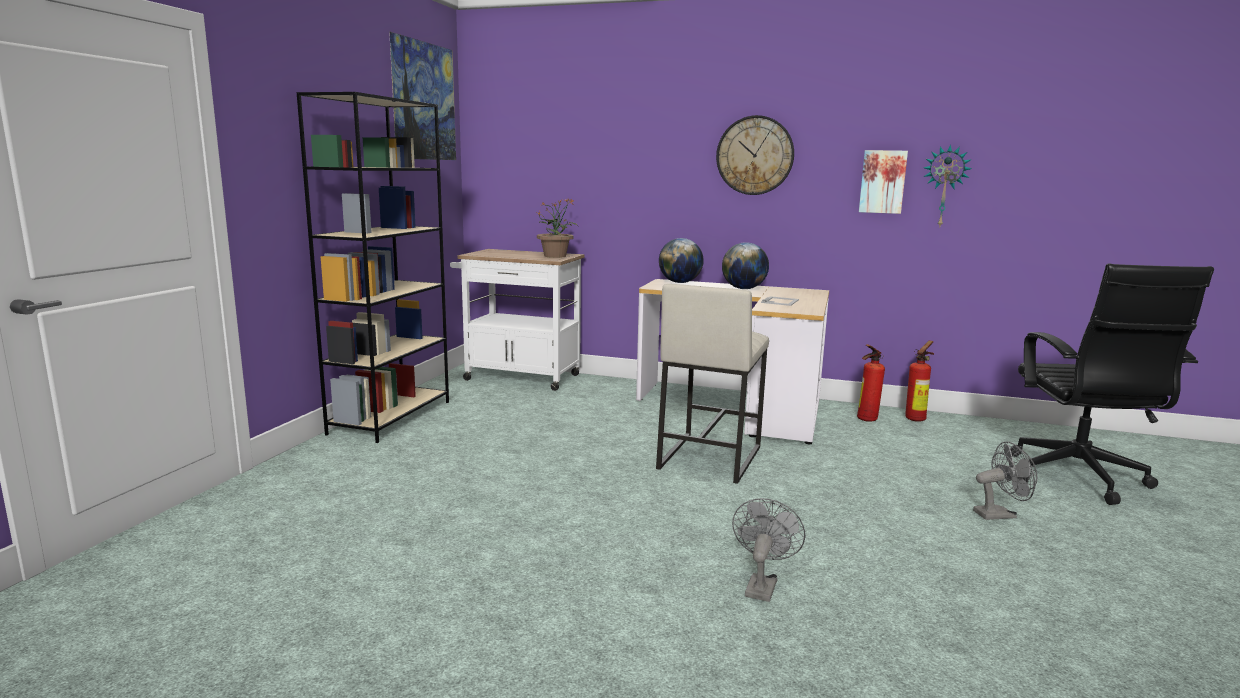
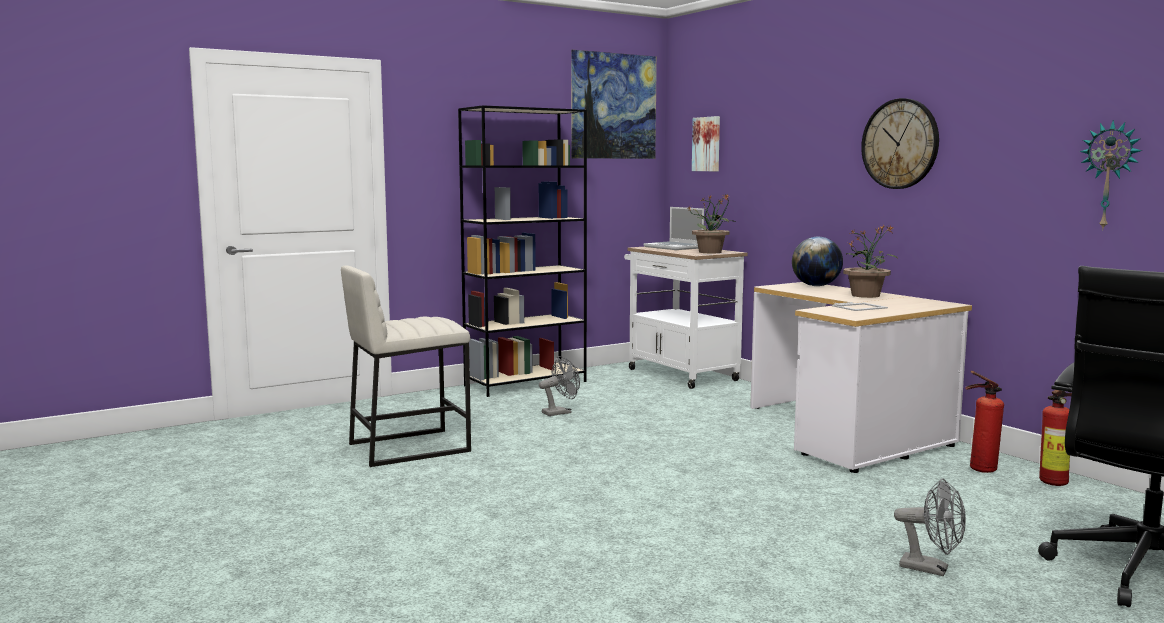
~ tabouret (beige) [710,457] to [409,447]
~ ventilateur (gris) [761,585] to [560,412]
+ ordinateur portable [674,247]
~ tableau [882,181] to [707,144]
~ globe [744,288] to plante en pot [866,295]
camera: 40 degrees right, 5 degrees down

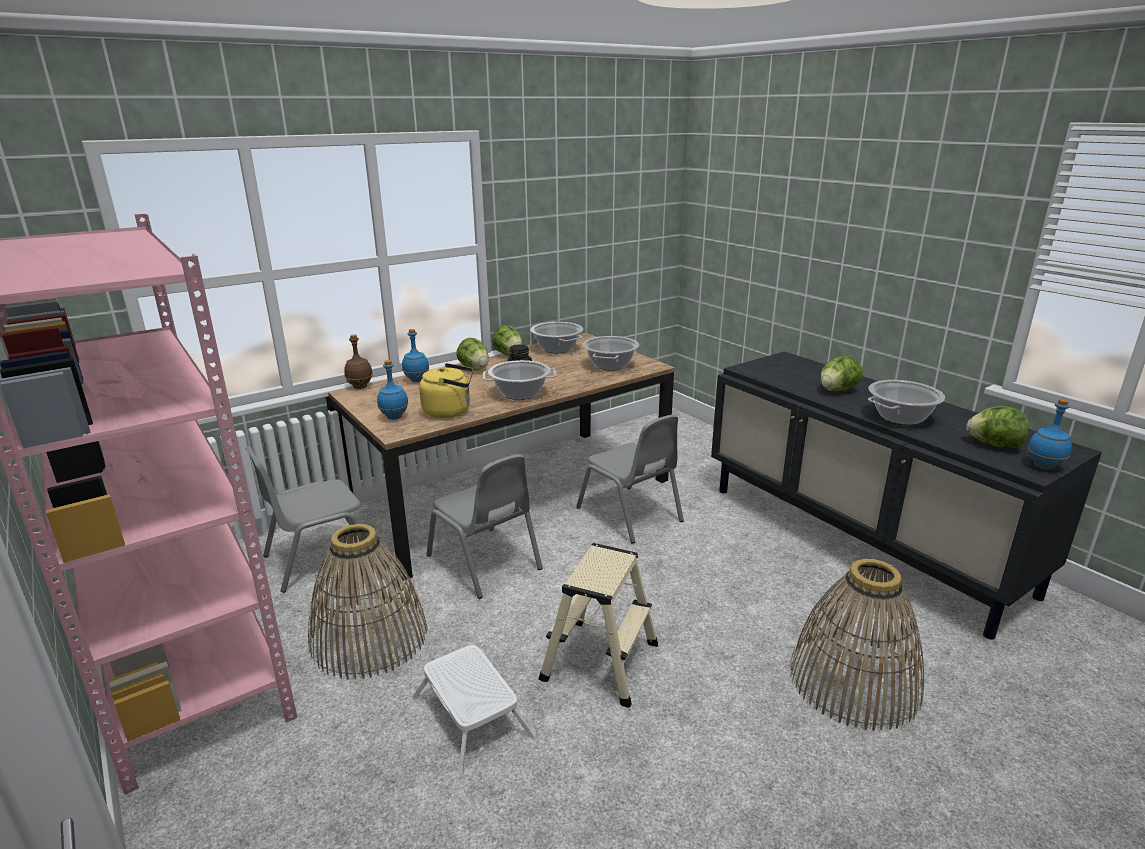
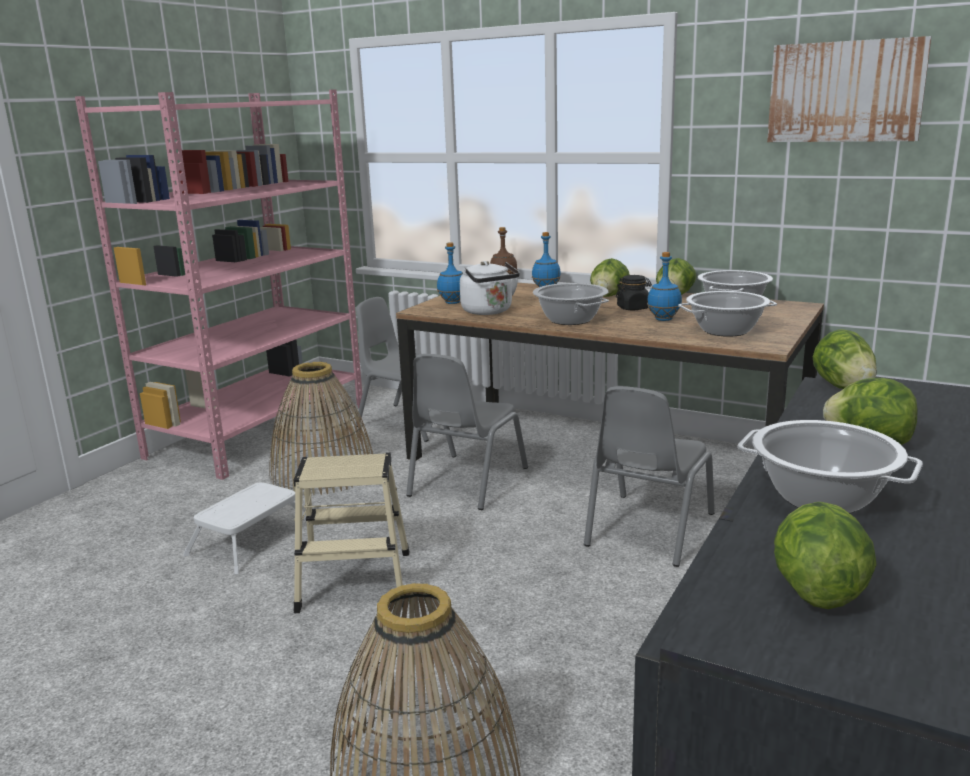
~ bouilloire (jaune) [450,411] to bouilloire (blanc) [489,312]
~ bouteille (bleu) [1043,466] to [663,319]
+ tableau [845,92]
+ laitue [843,387]
camera: 65 degrees right, 5 degrees down

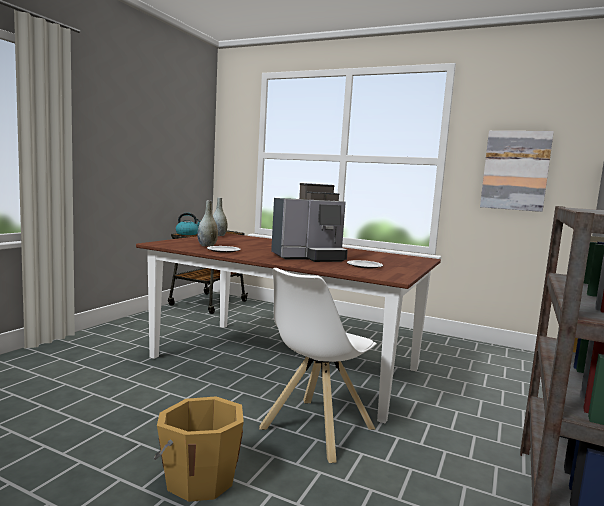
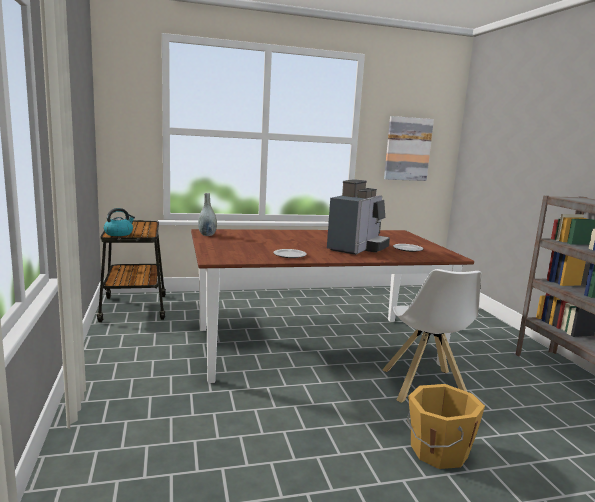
- vase (gris) [207,246]
camera: 40 degrees left, 5 degrees up

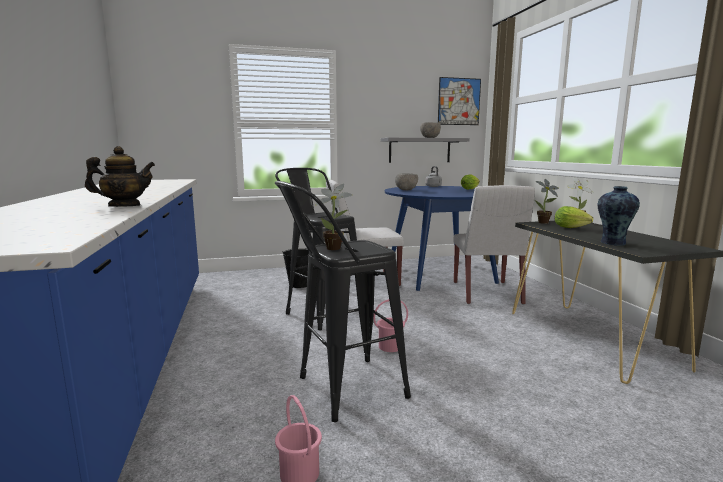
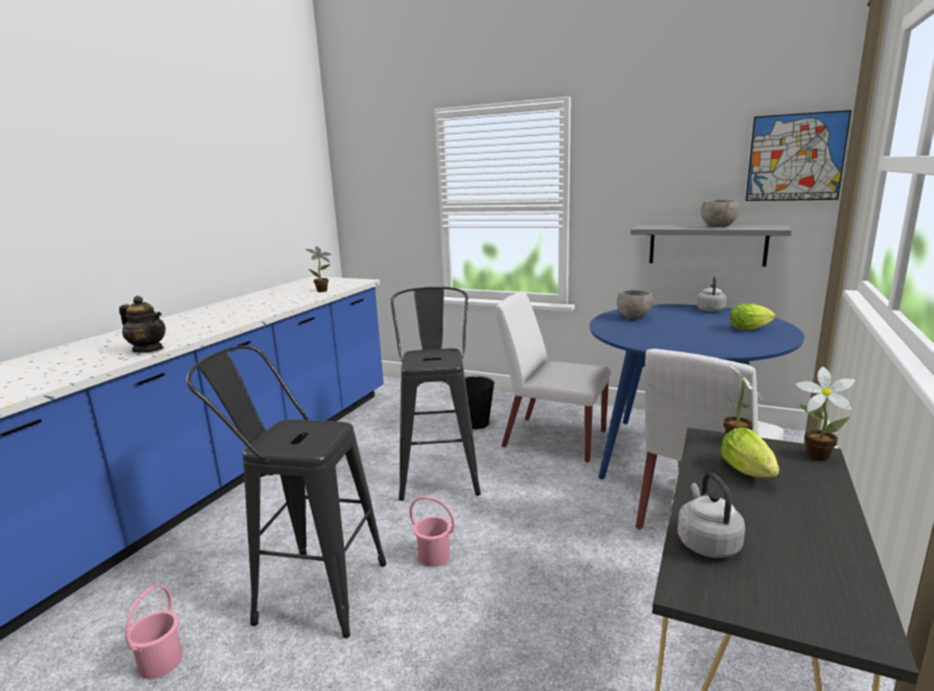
~ plante en pot [336,248] to [323,291]
~ vase [613,243] to bouilloire (gris) [706,542]
camera: 40 degrees right, 5 degrees up

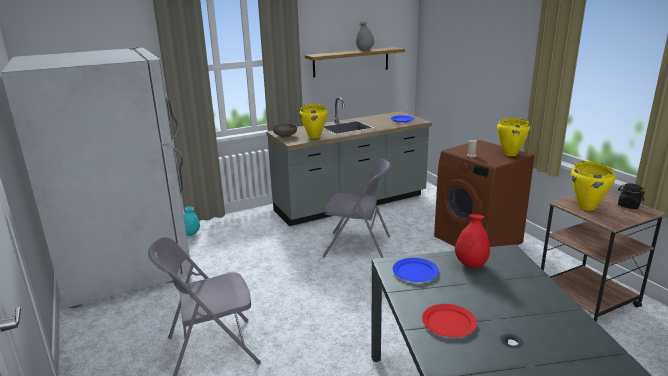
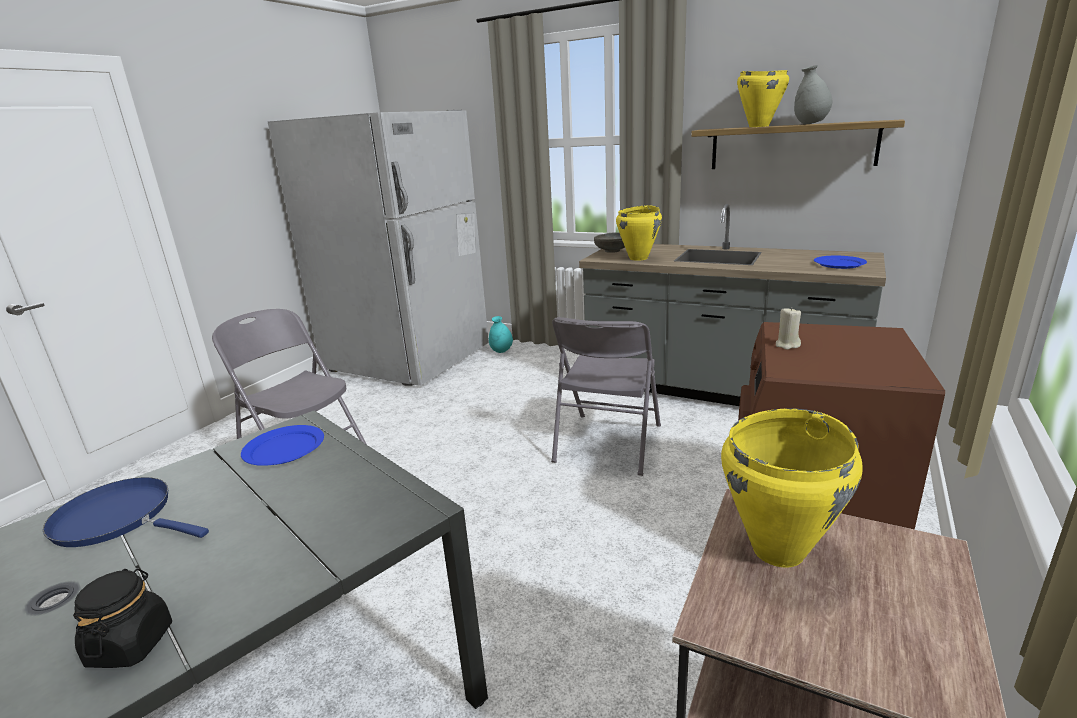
~ assiette (rouge) [448,322] to poêle (bleu) [119,518]
~ bocal (noir) [628,205] to [131,644]
~ chaise (gris) [357,246] = [608,443] 45 degrees clockwise
~ marmite (jaune) [510,154] to [758,126]
- vase (rouge) [471,264]
camera: 55 degrees right, 0 degrees up

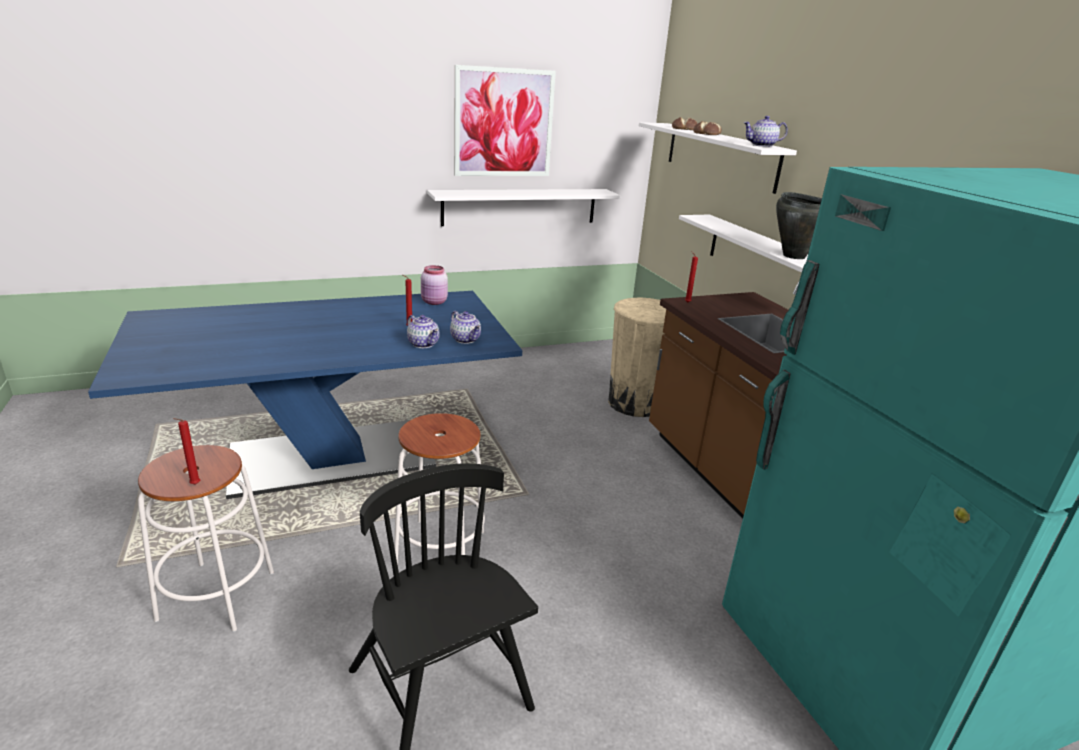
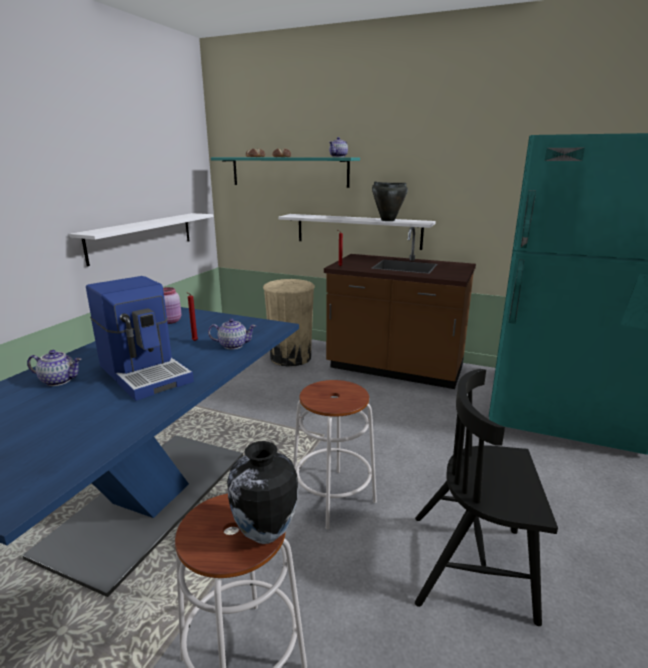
~ théière [466,339] to [59,380]
+ machine à café [146,373]
~ étagère (blanc) [720,155] to étagère (turquoise) [289,171]
~ bougie (rouge) [193,485] to vase [264,534]
- tableau [504,123]
camera: 45 degrees left, 5 degrees down

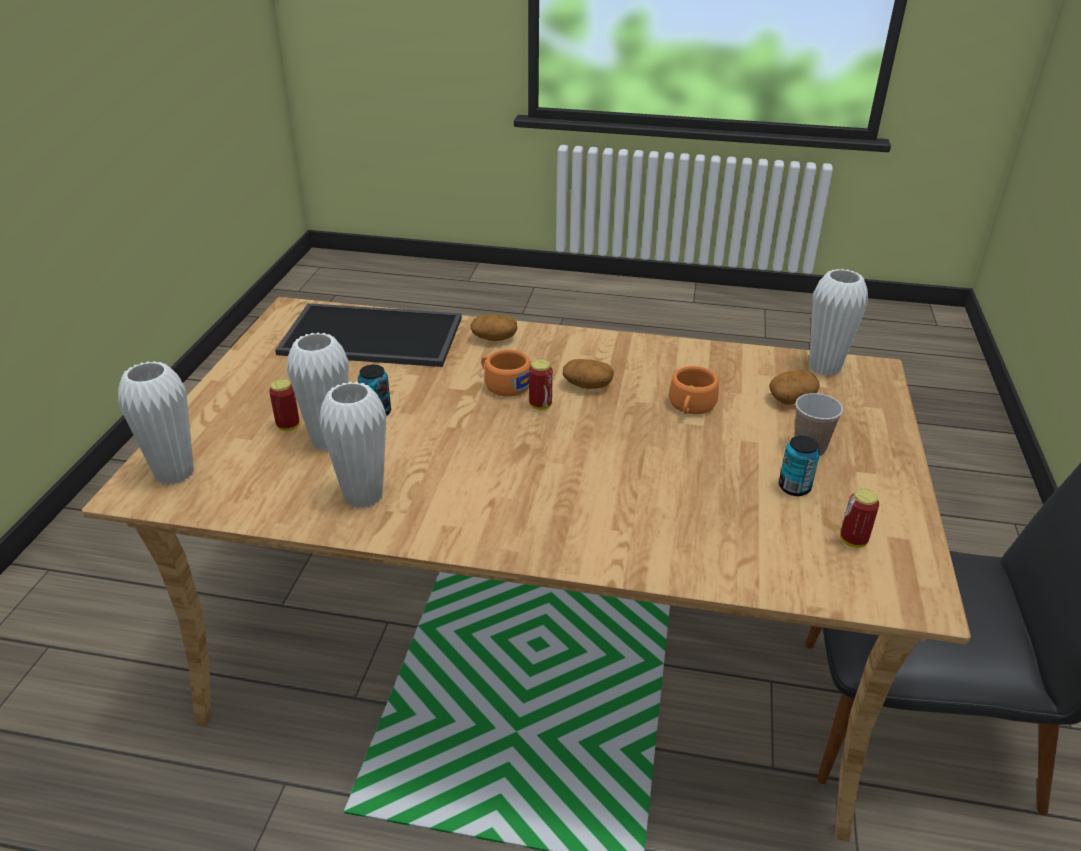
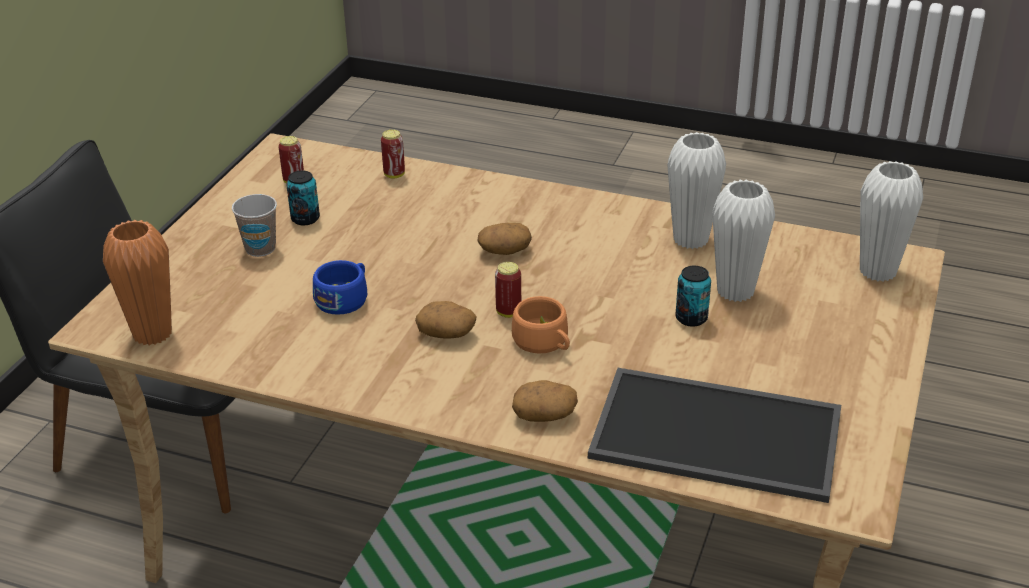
~ vase (blanc) [824,367] to vase (orange) [152,334]
~ tasse (orange) [690,406] to tasse (bleu) [345,298]
~ boîte métallique [288,426] to [394,175]
~ pomme de terre [791,398] to [504,251]
camera: 170 degrees left, 0 degrees up

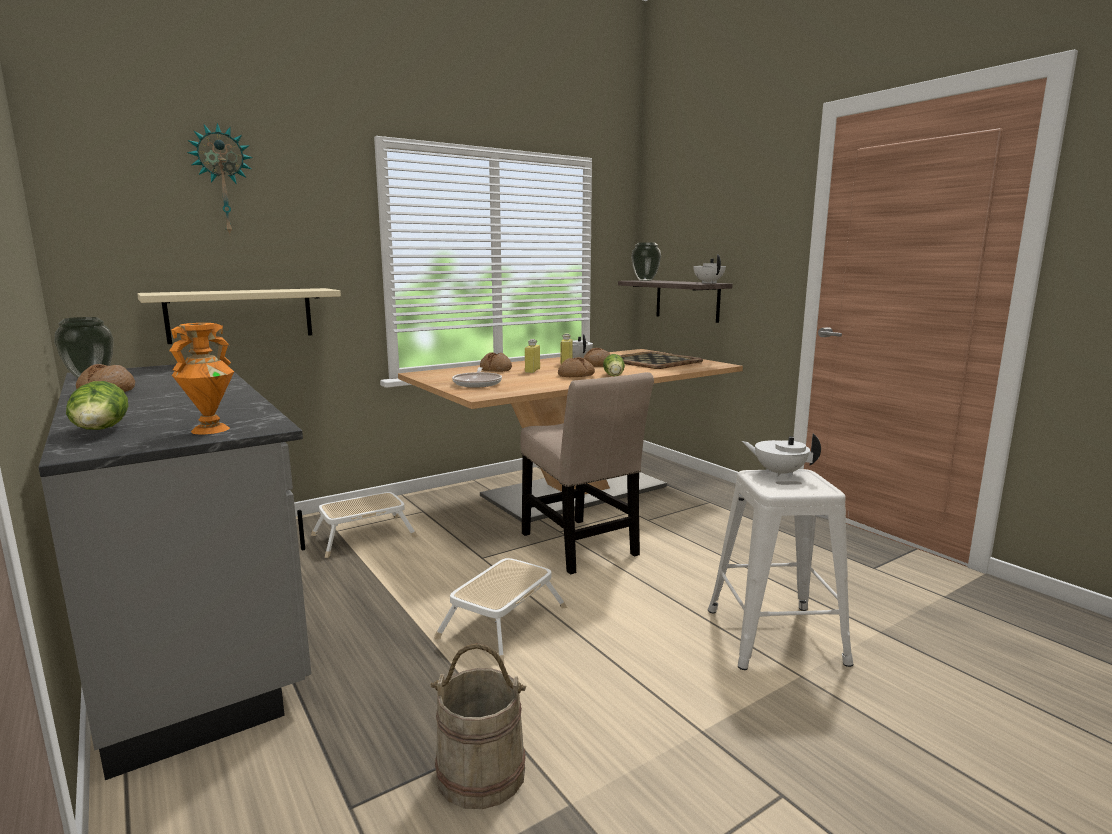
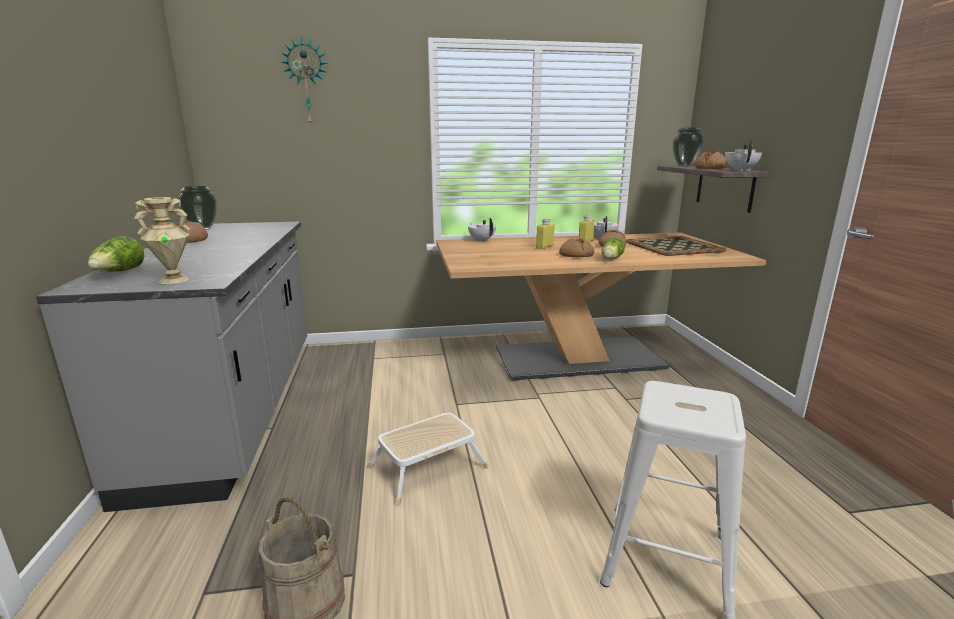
~ vase (orange) [210,429] to vase (beige) [174,280]
~ théière (blanc) [779,473] to [481,240]
~ pain [496,369] to [710,168]
- étagère (beige) [240,315]
- escabeau (beige) [364,536]
- poêle [477,383]
- chaise (beige) [581,547]
camera: 25 degrees right, 5 degrees up

